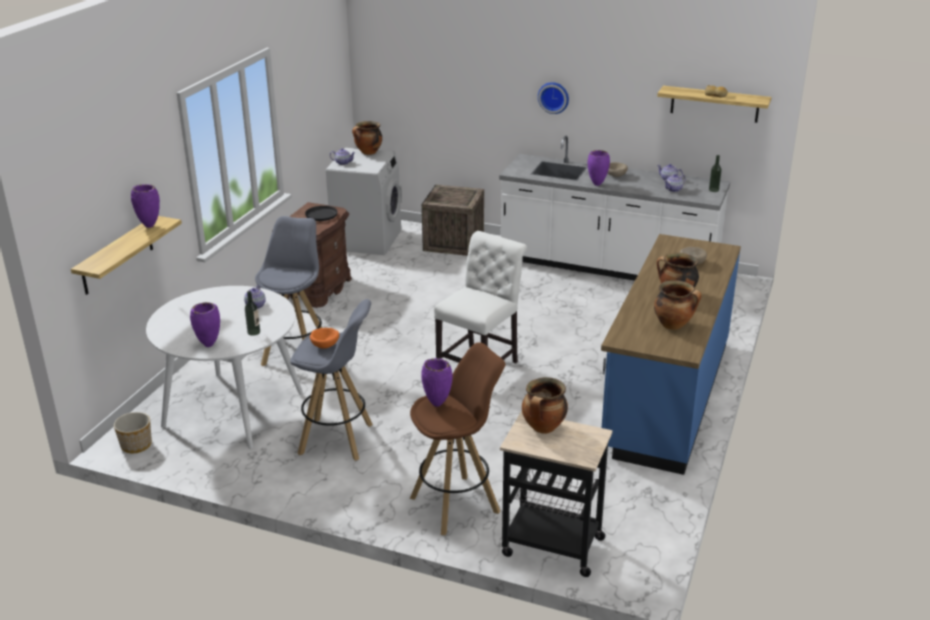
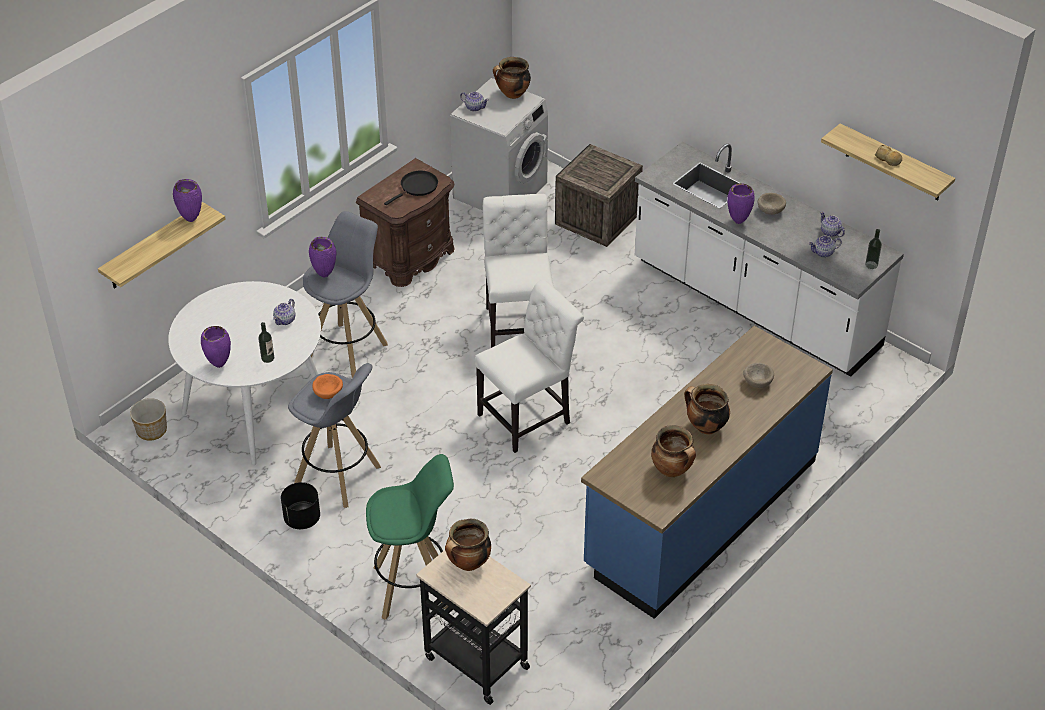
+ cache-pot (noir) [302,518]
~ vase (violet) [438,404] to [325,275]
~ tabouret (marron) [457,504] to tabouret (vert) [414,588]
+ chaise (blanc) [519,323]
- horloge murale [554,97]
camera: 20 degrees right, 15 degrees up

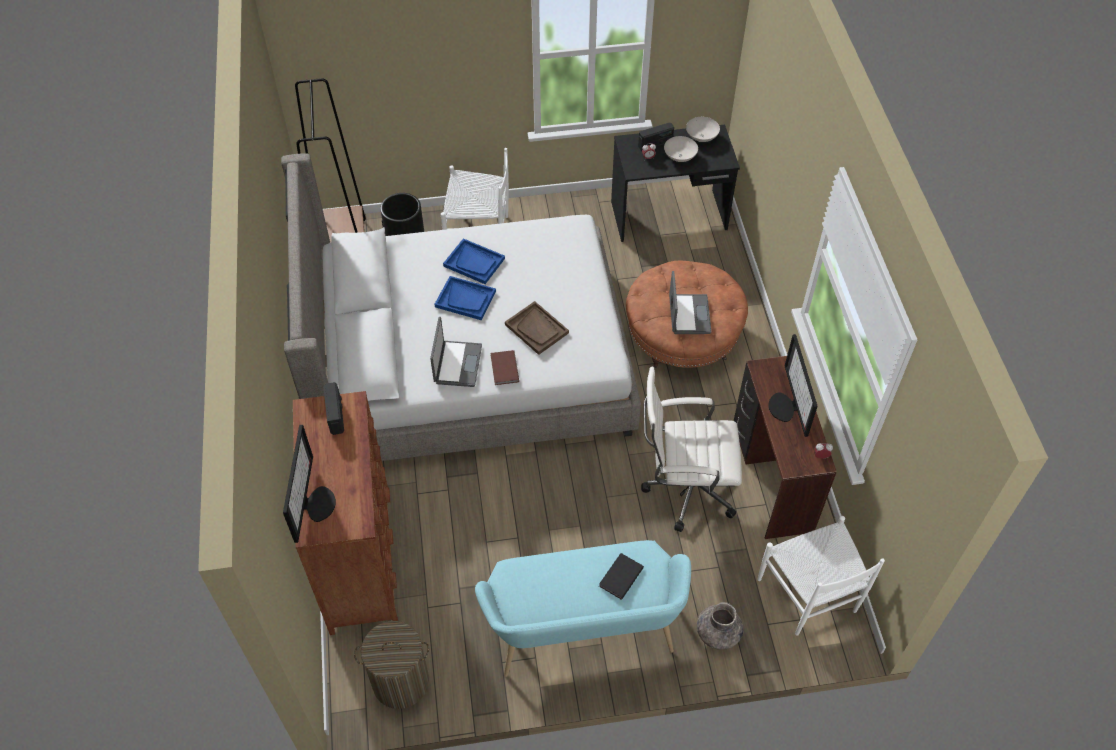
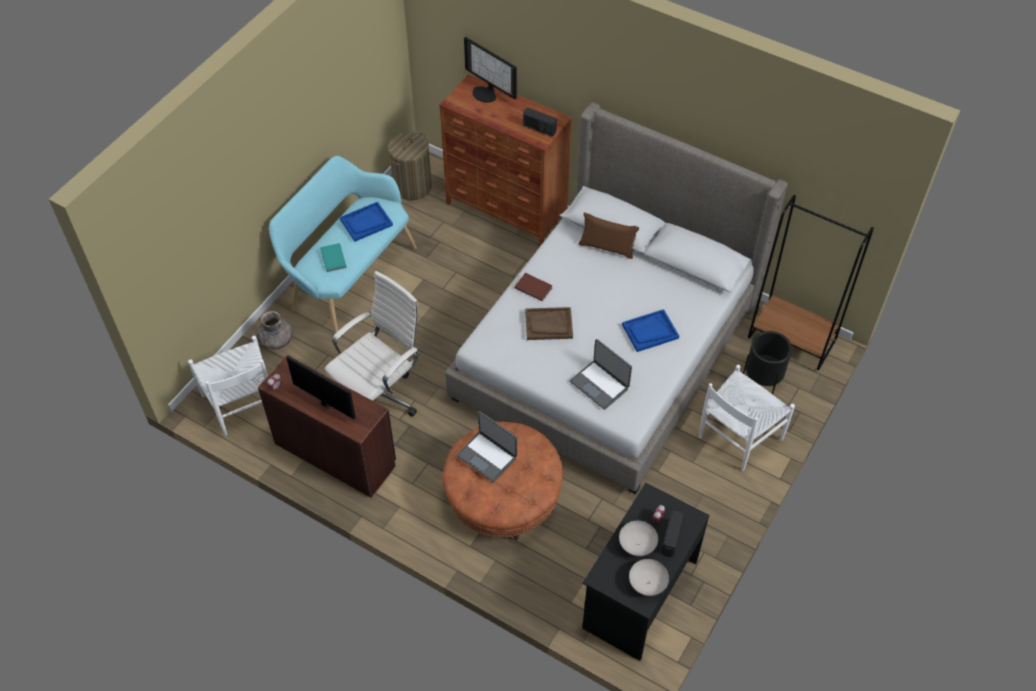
~ chaise (blanc) [809,595] = [242,405] 135 degrees counterclockwise
~ livre (noir) [620,577] to livre (turquoise) [334,258]
~ plateau (bleu) [465,299] to [366,223]
~ ordinateur portable [457,364] to [600,384]
+ coussin (marron) [607,247]
camera: 130 degrees right, 0 degrees up

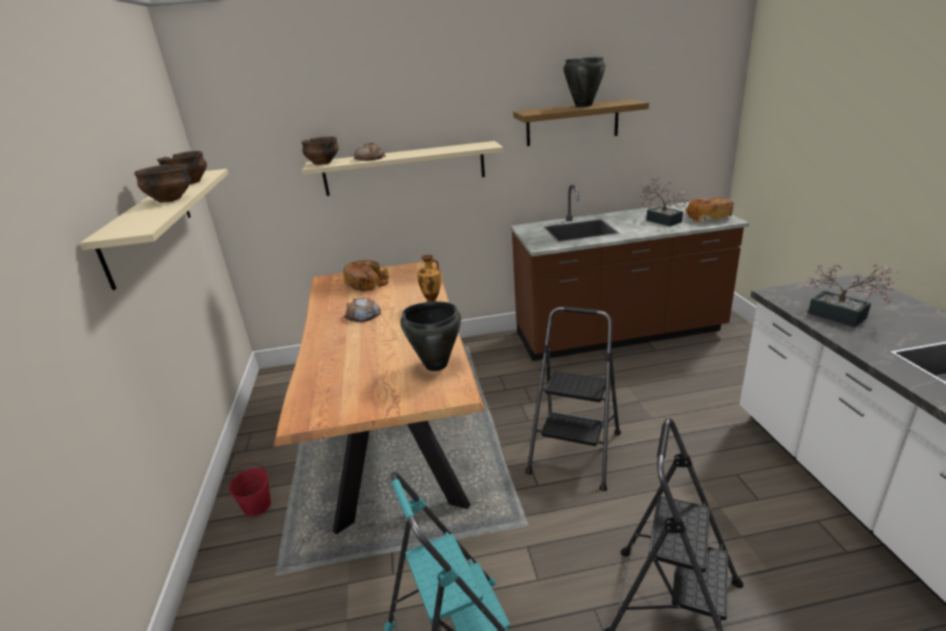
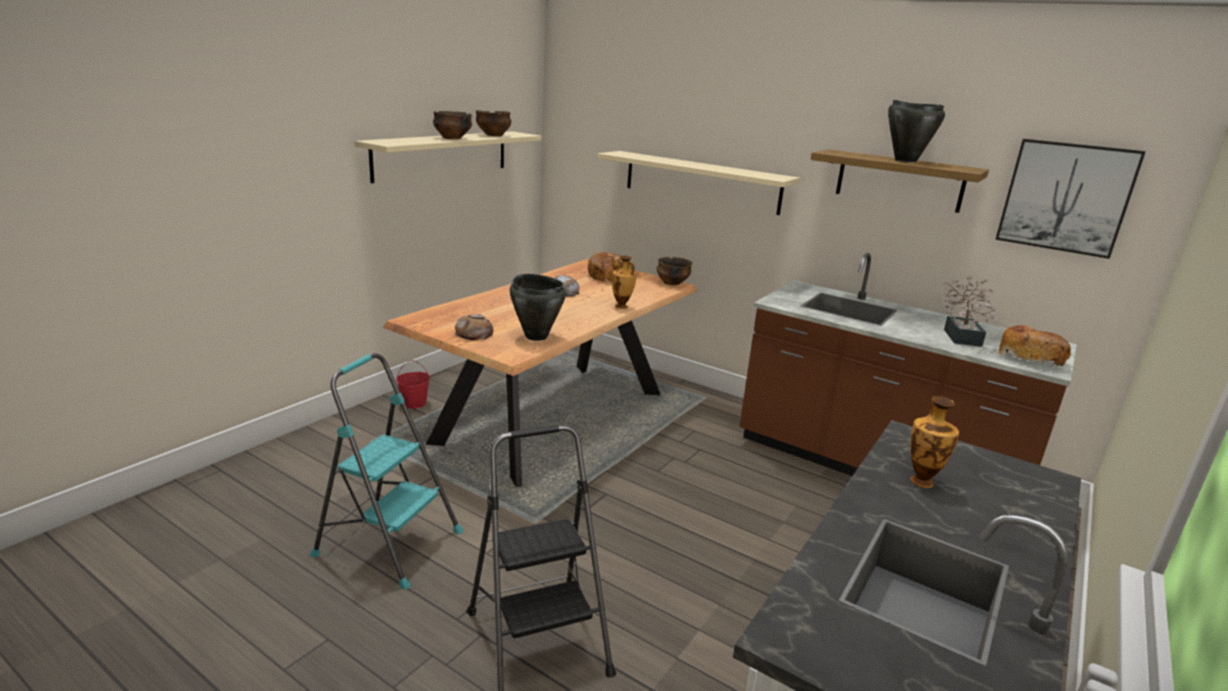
~ pain [370,158] to [474,333]
~ bol [323,163] to [672,283]
~ plante en pot [843,317] to vase [921,481]
+ tableau [1066,197]
- escabeau (noir) [576,449]
camera: 40 degrees right, 5 degrees down

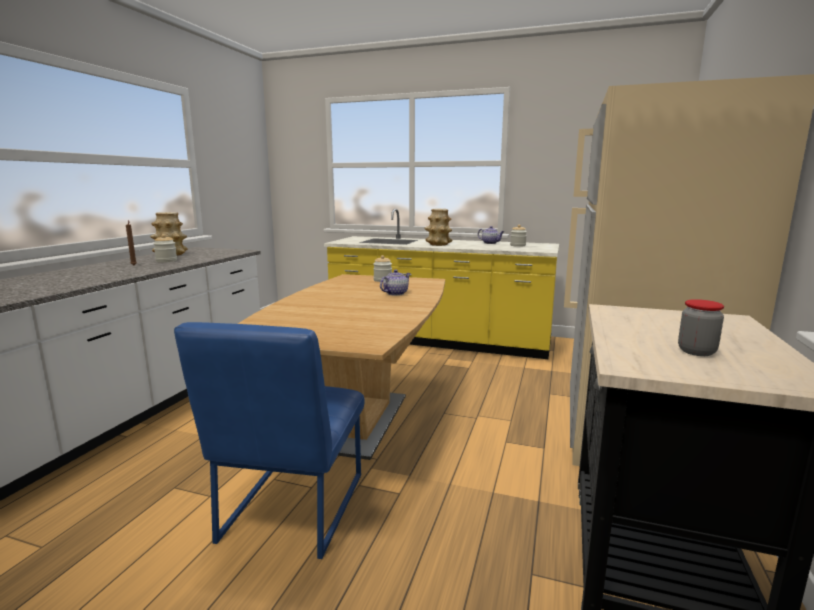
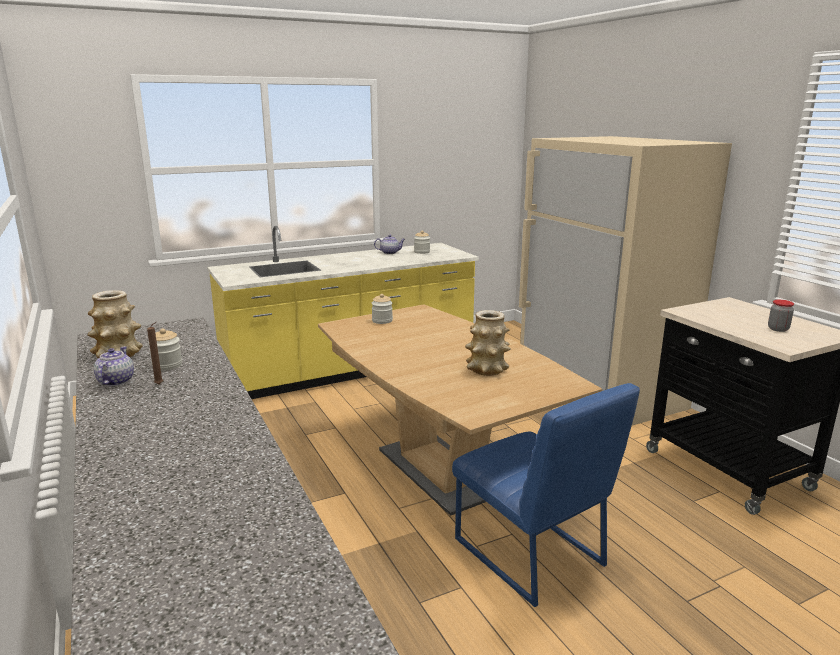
~ théière [395,293] to [115,381]
~ vase [438,244] to [487,370]
camera: 45 degrees left, 5 degrees up

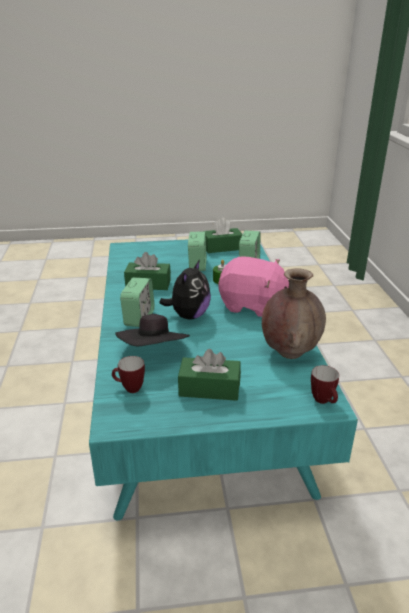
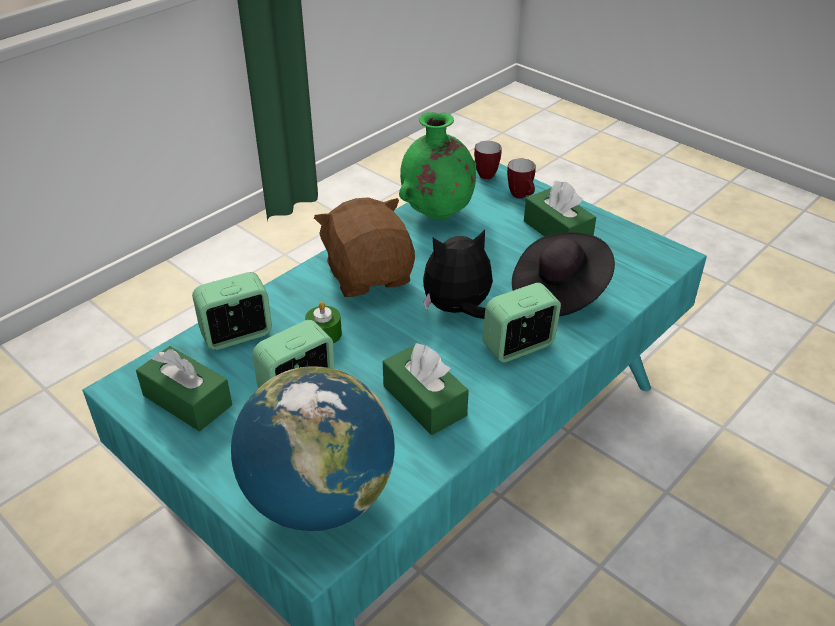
+ globe [319,498]
~ peluche (rose) [252,305] to peluche (marron) [369,275]
~ vase (marron) [289,351] to vase (vert) [437,214]
~ mug [129,389] to [521,196]
camera: 130 degrees left, 10 degrees up

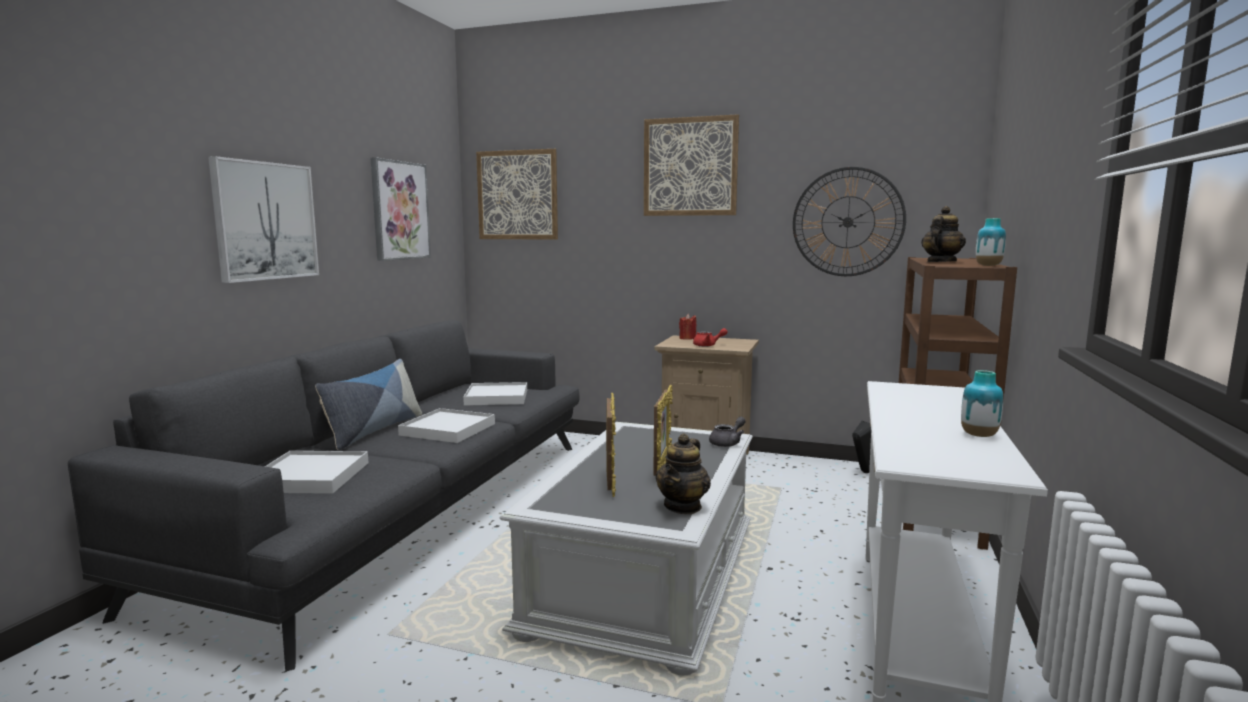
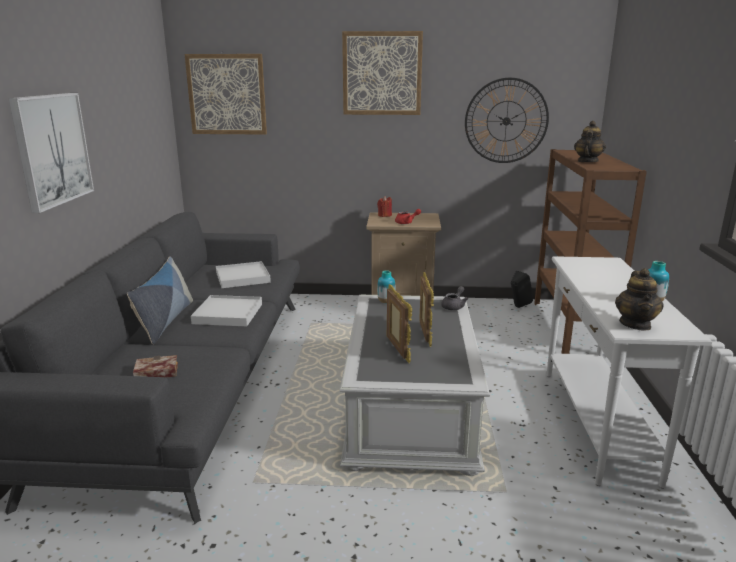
~ plateau (blanc) [310,477] to livre [154,373]
~ vase [988,265] to [386,302]
~ théière [683,506] to [635,324]
- tableau [399,210]
camera: 15 degrees left, 10 degrees up

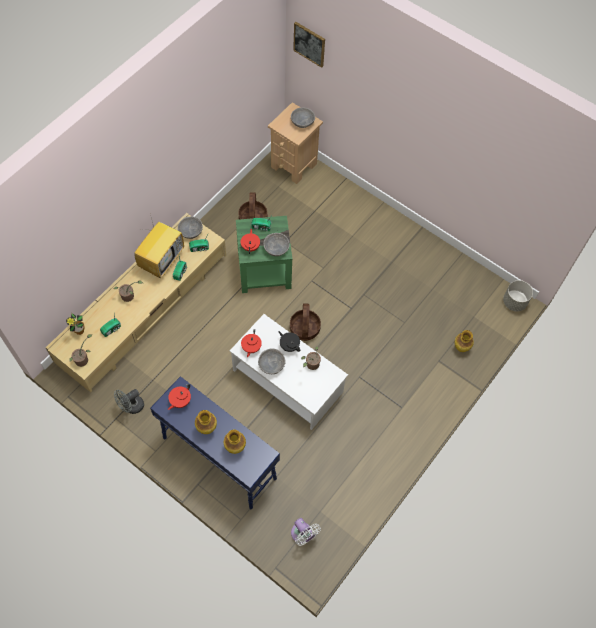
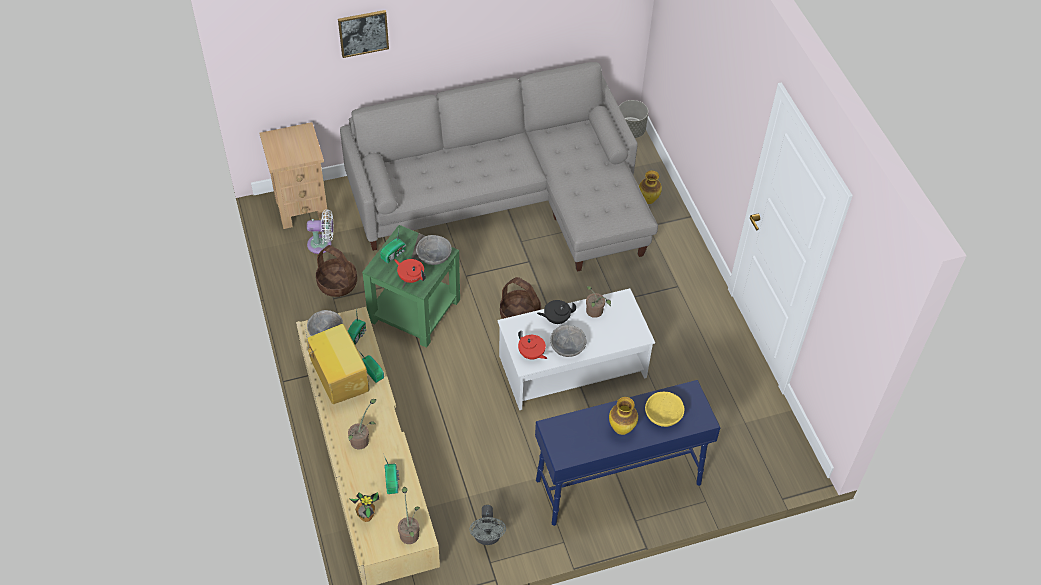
~ ventilateur (blanc) [303,535] to [322,244]
~ tableau [309,44] to [363,33]
+ canapé (gris) [509,199]
~ vase [235,448] to bol (jaune) [663,416]
- théière (rouge) [180,401]
- bol (gris) [302,122]
camera: 55 degrees left, 10 degrees down

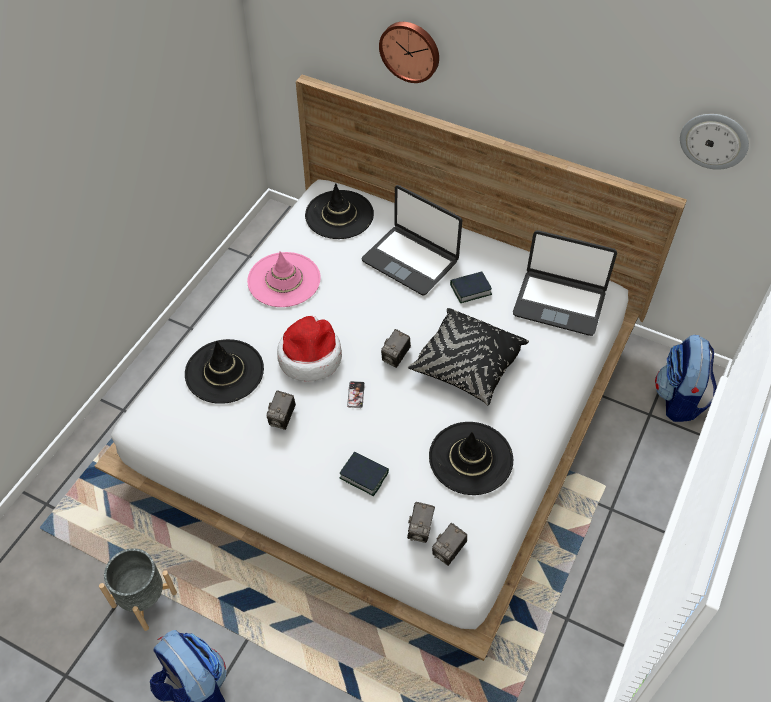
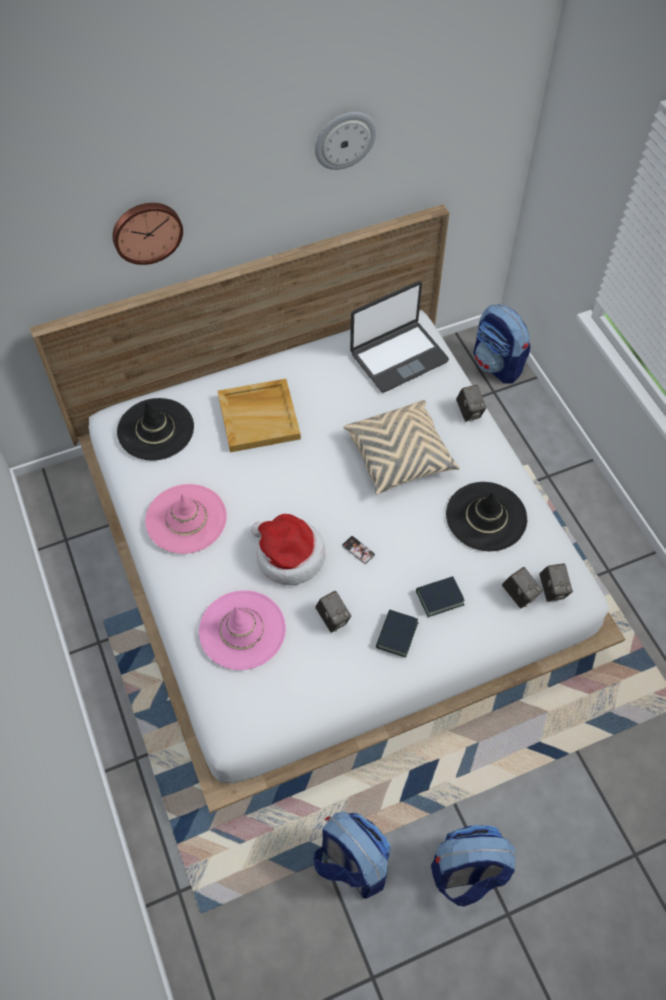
~ chapeau (noir) [224,371] to chapeau (rose) [242,630]
~ ordinateur portable [410,260] to plateau (beige) [259,417]
~ cache-pot (gris) [144,600] to sac à dos [352,864]
~ horloge murale [714,140] to [344,139]
~ coussin (noir) [467,365] to coussin (beige) [400,456]
~ livre [470,290] to [396,635]
~ appareil photo [395,357] to [469,412]
camera: 50 degrees left, 5 degrees up

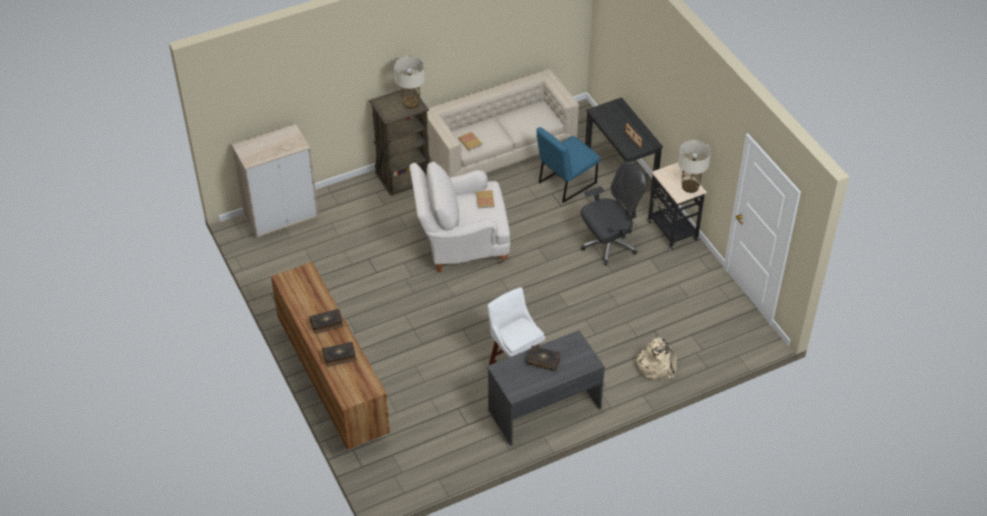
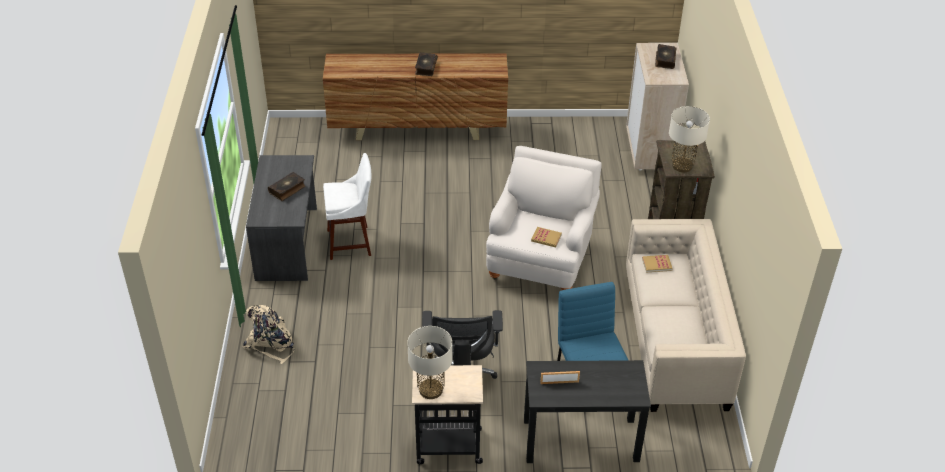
~ livre [339,357] to [664,60]
camera: 115 degrees right, 5 degrees down

